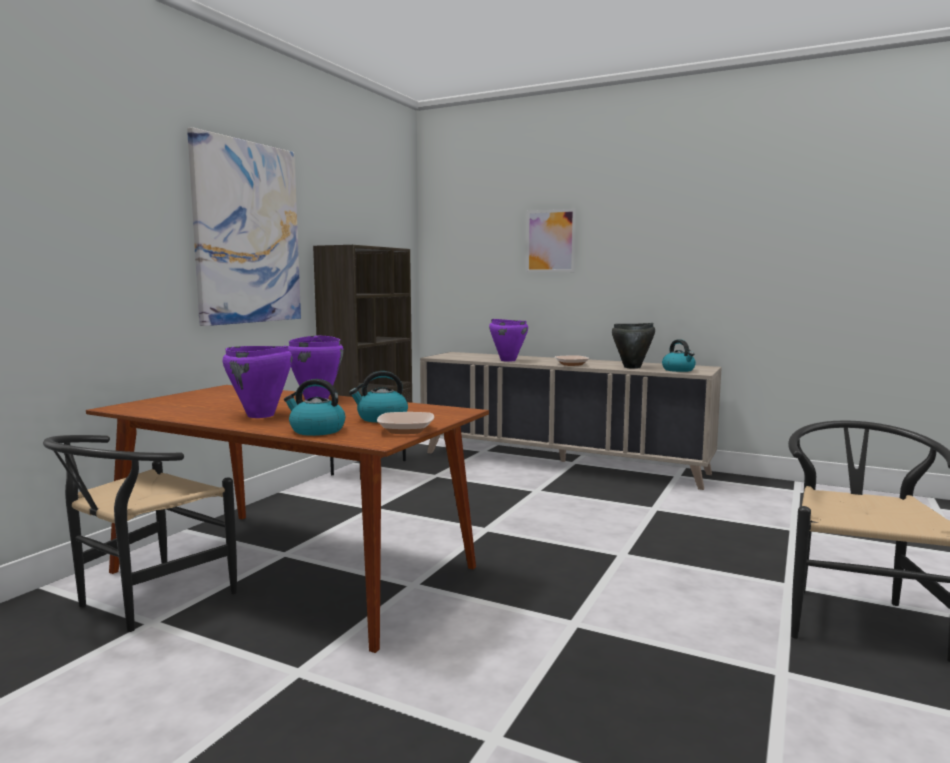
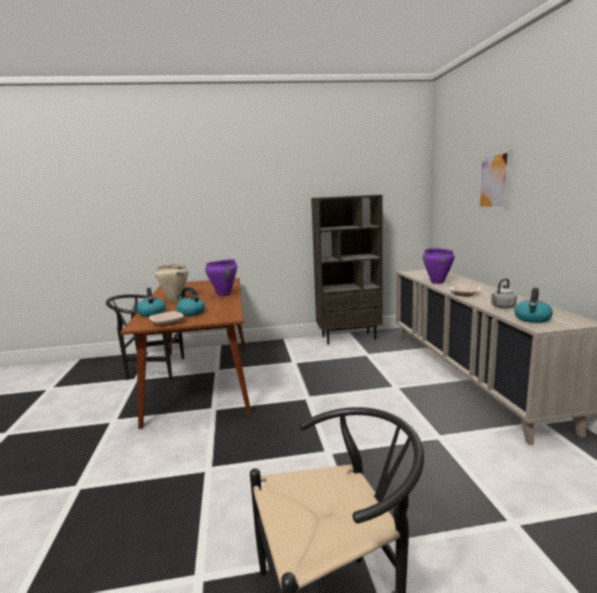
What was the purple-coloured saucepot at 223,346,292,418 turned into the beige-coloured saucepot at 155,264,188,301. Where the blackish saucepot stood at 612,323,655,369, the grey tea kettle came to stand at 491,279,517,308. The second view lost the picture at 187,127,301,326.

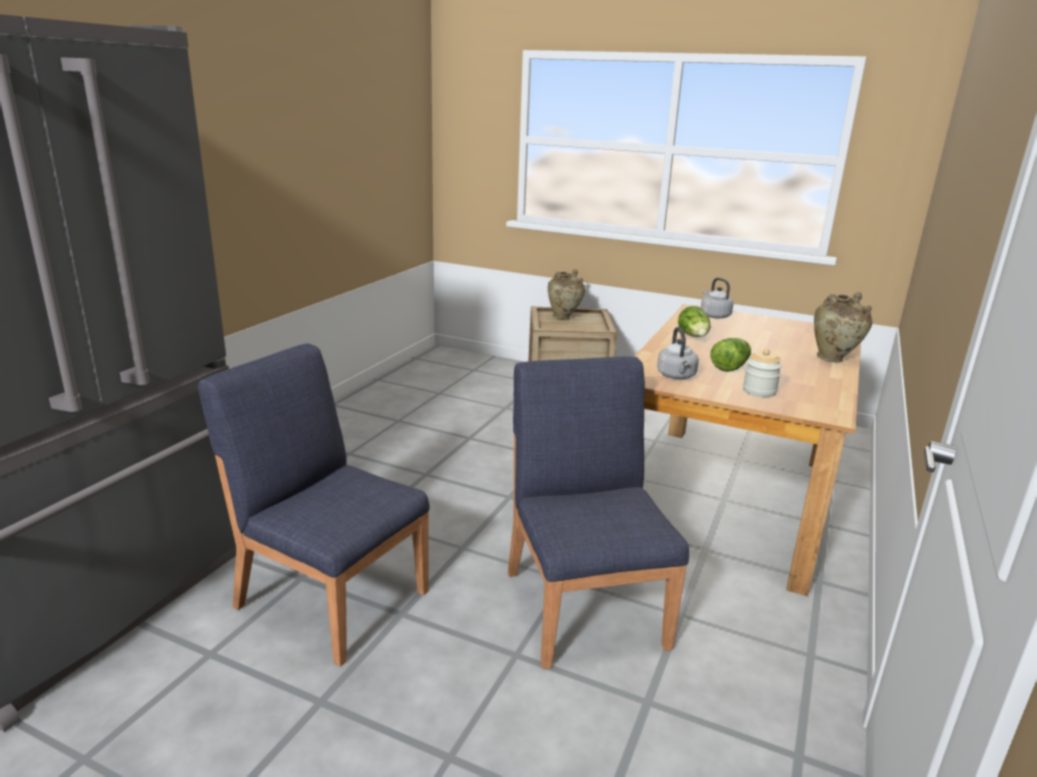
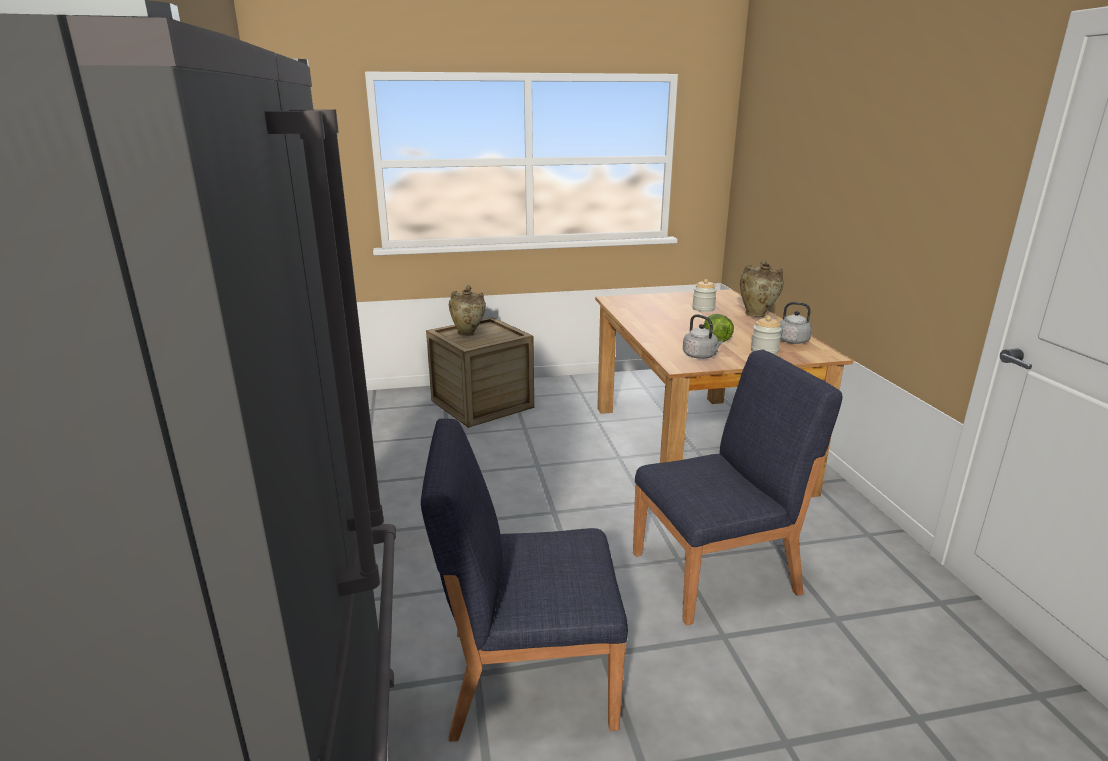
The bluish upright chair at 508,356,689,669 ended up facing another way, 120 degrees clockwise from before. The second view gained the jar at 692,279,717,312. The grey tea kettle ended up elsewhere, having gone from 701,278,734,319 to 770,302,812,344. The second view lost the head of lettuce at 678,306,711,337.

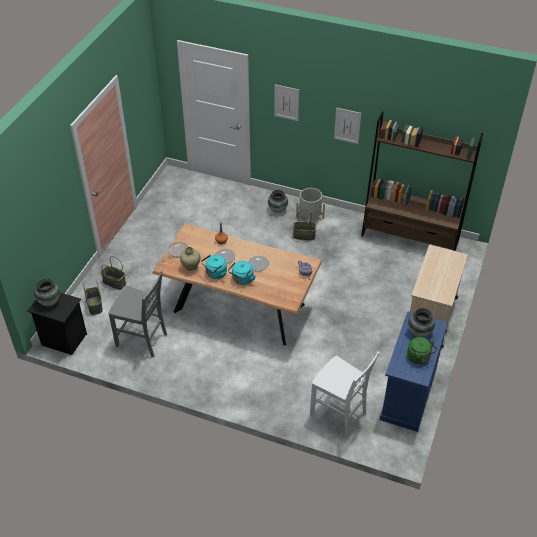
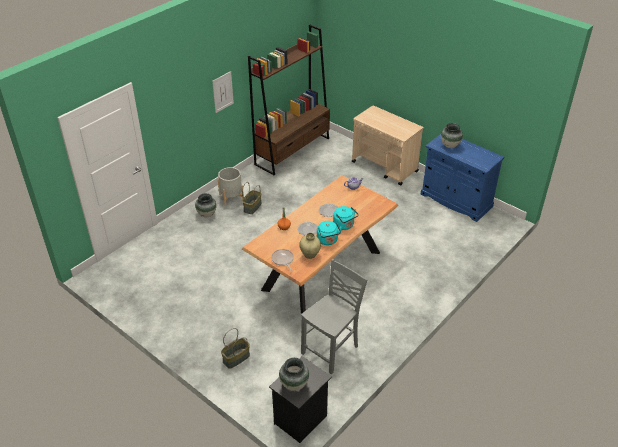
The second view lost the basket at 83,281,103,315. The second view lost the picture at 274,84,299,121. The second view lost the white upright chair at 310,351,380,437. The second view lost the green-coloured tea kettle at 407,337,437,364.

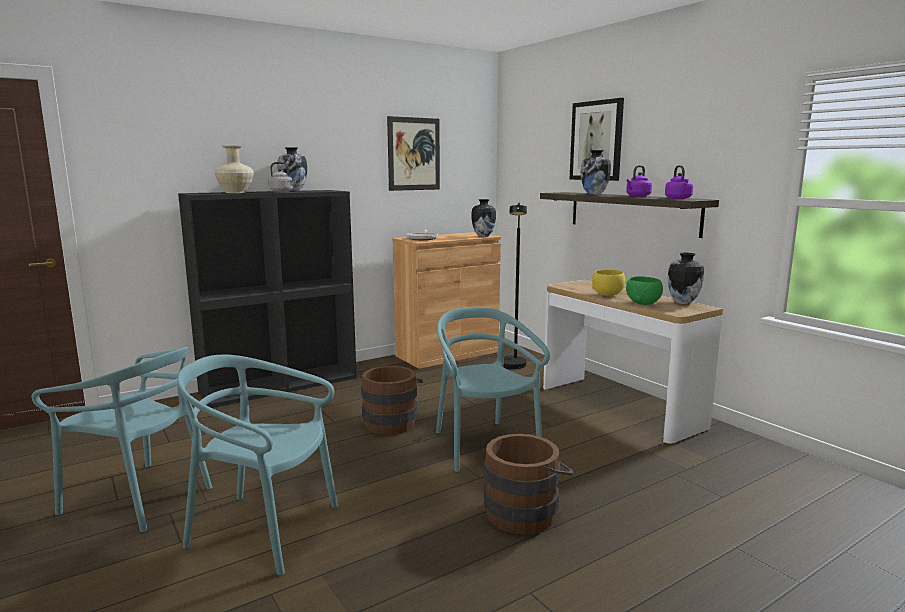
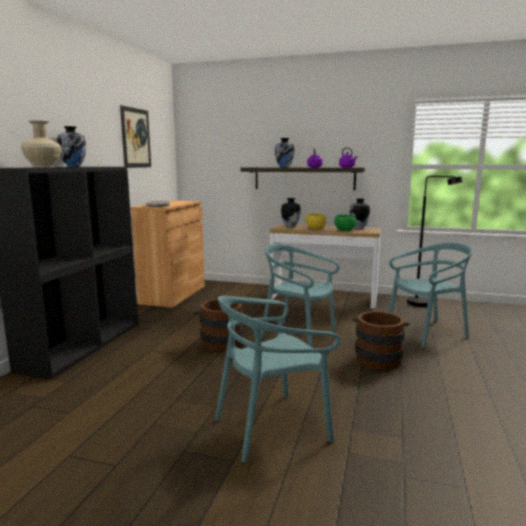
The vase ended up elsewhere, having gone from 471,199,496,237 to 281,198,301,228. The turquoise-coloured upright chair ended up elsewhere, having gone from 31,347,212,532 to 389,242,472,348. The blackish floor lamp ended up elsewhere, having gone from 503,203,527,369 to 407,176,462,307. The second view lost the grey tea kettle at 268,162,298,192. The second view lost the picture at 569,98,624,181.

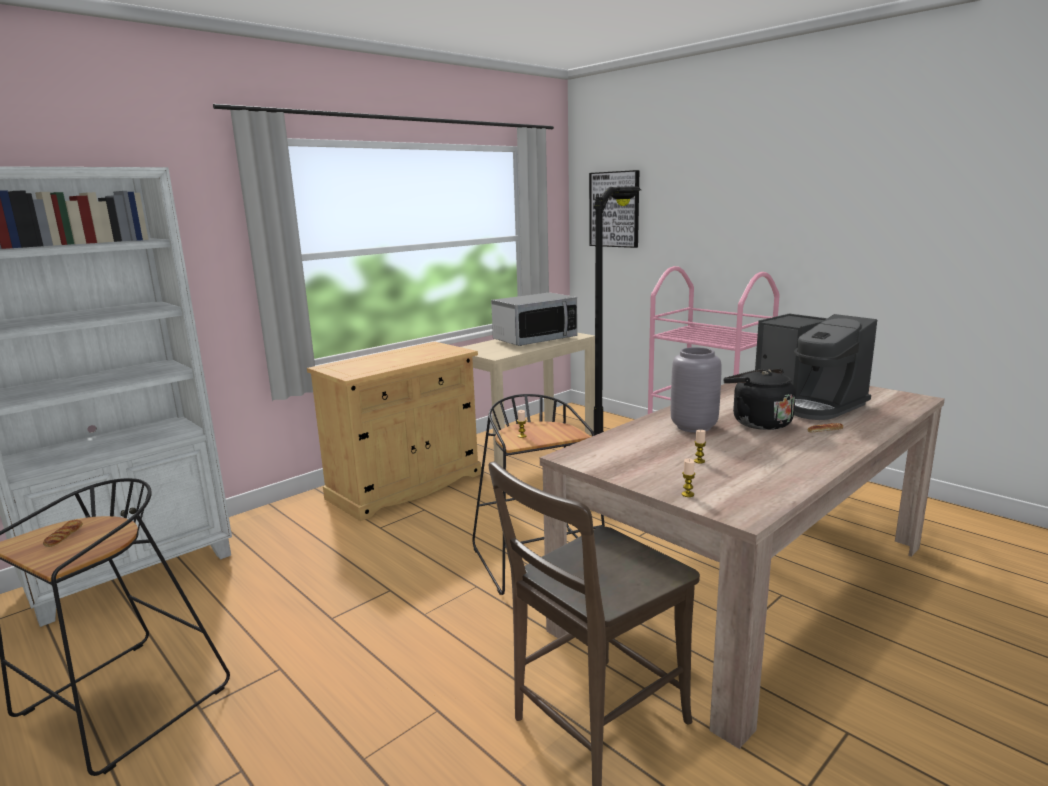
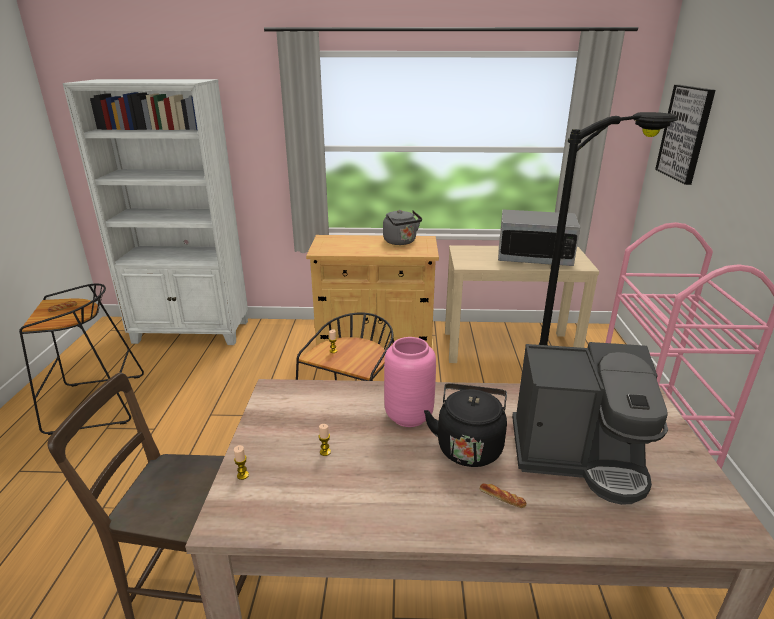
The second view gained the grey tea kettle at 383,210,422,245. What was the grey vase at 671,347,721,433 turned into the pink-coloured vase at 384,337,436,427. The coffee maker at 755,314,877,420 ended up facing another way, 90 degrees counterclockwise from before.

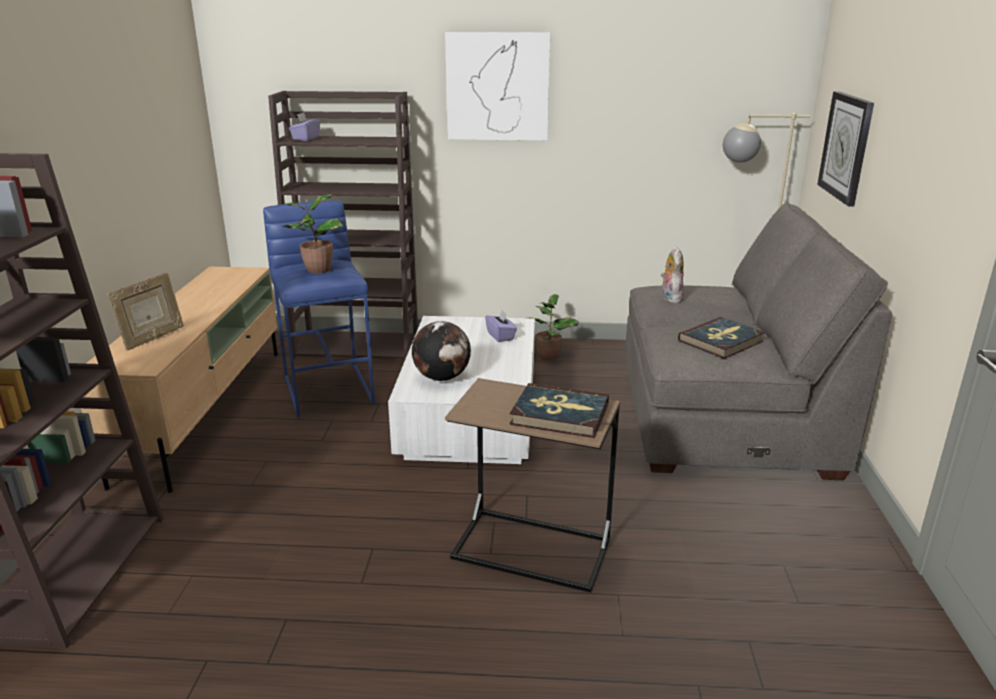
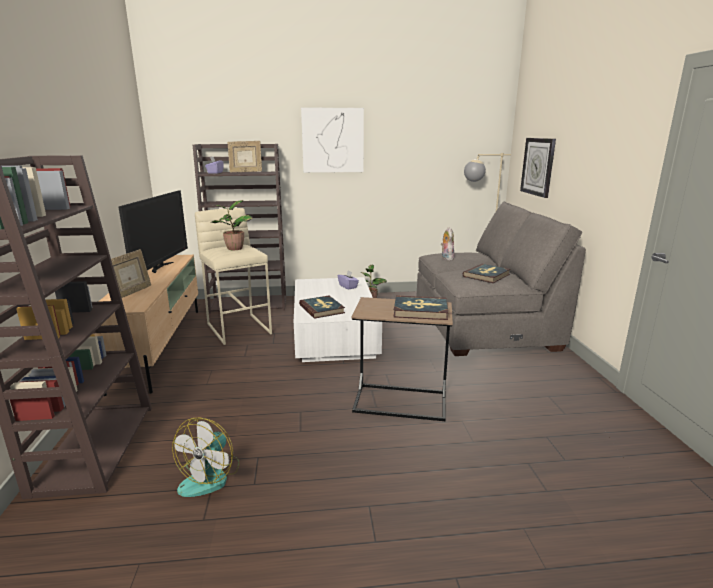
The second view gained the TV at 118,190,188,273. The second view gained the fan at 172,418,240,497. What was the bluish stool seat at 263,200,375,418 turned into the beige-coloured stool seat at 195,208,272,345. The second view gained the standing frame at 227,141,262,172. Where the desk globe stood at 412,321,471,381, the book came to stand at 299,296,345,318.

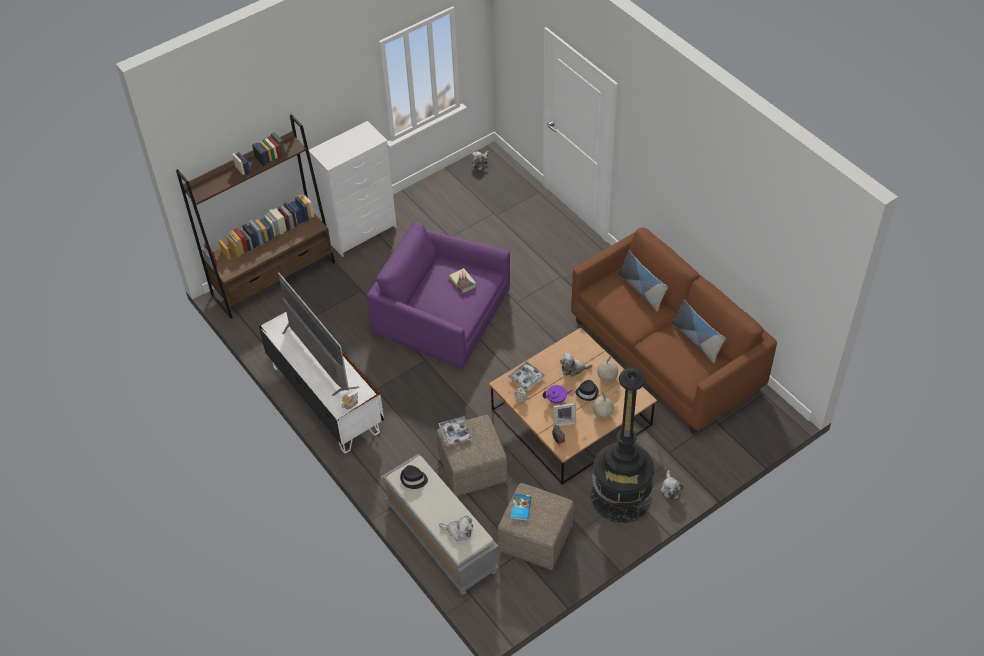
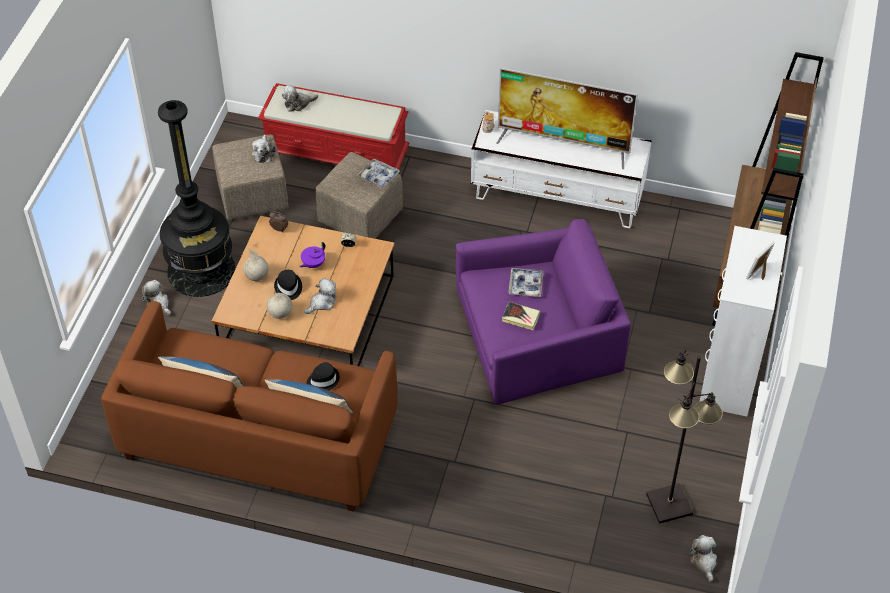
Where the book stood at 511,494,531,521, the plush toy came to stand at 252,135,276,163. What was the grey indoor bench at 381,454,500,595 turned into the reddish indoor bench at 258,83,410,170. The blackish wearable hat ended up elsewhere, having gone from 400,465,428,489 to 306,362,339,390. The tray ended up elsewhere, having gone from 508,361,545,391 to 509,268,544,297. The second view gained the blackish floor lamp at 646,350,723,524. The standing frame ended up elsewhere, having gone from 553,403,576,426 to 746,241,775,280.

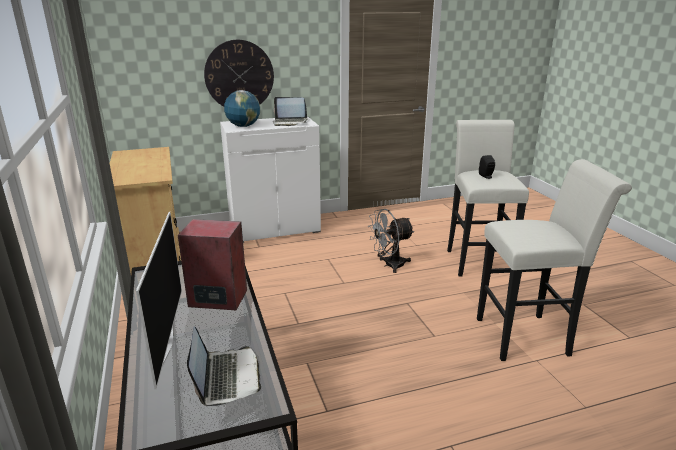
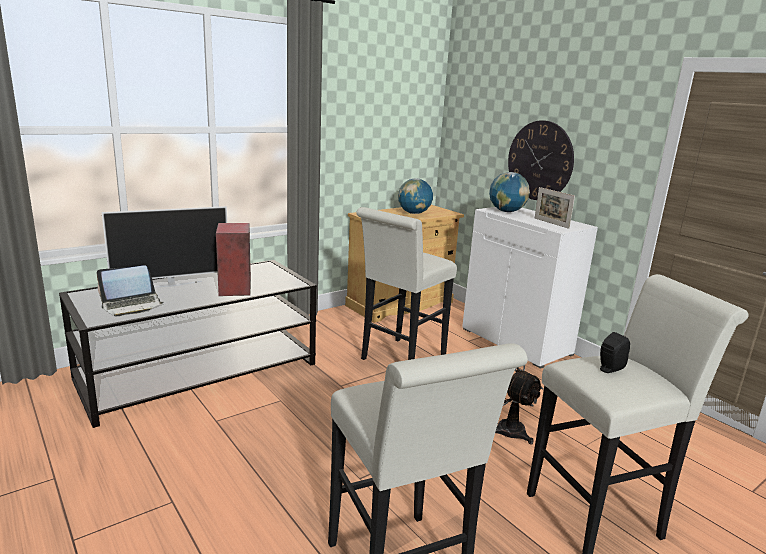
The second view gained the white stool seat at 356,207,457,360. The second view gained the desk globe at 398,178,433,214. Where the portable computer stood at 273,97,307,126, the standing frame came to stand at 535,187,575,229.

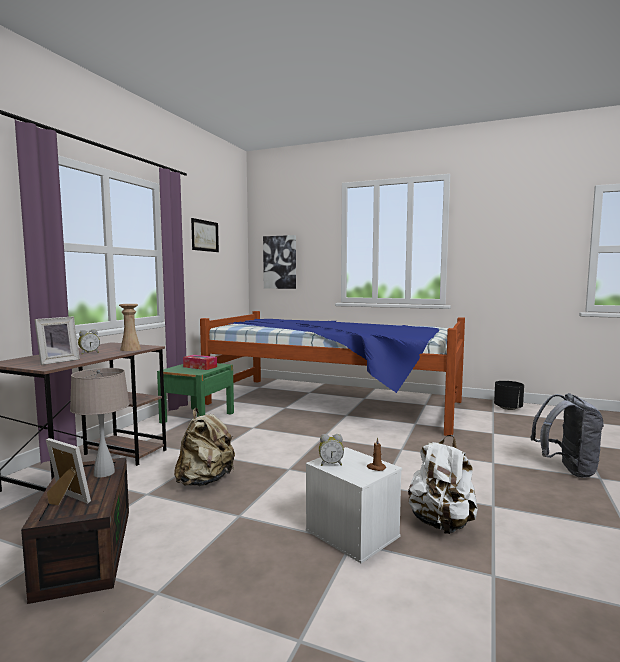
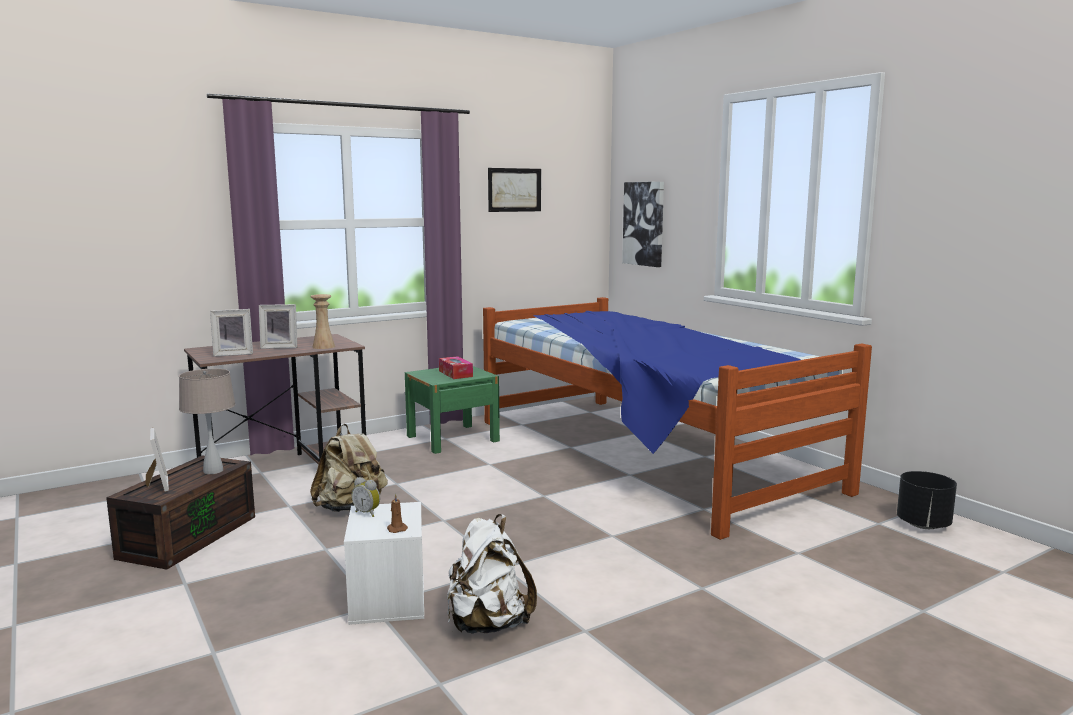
Where the table clock stood at 78,329,100,355, the standing frame came to stand at 259,304,297,349. The second view lost the grey knapsack at 530,393,604,478.

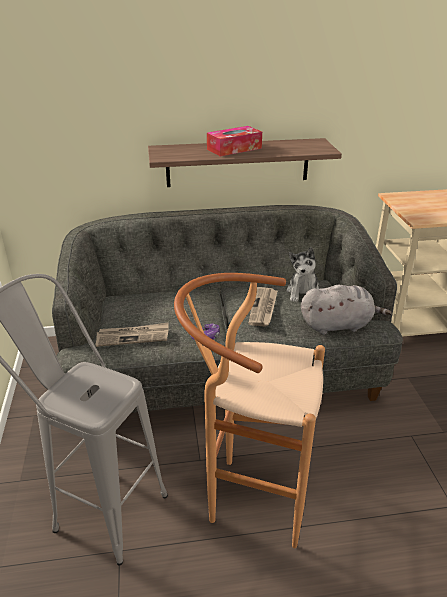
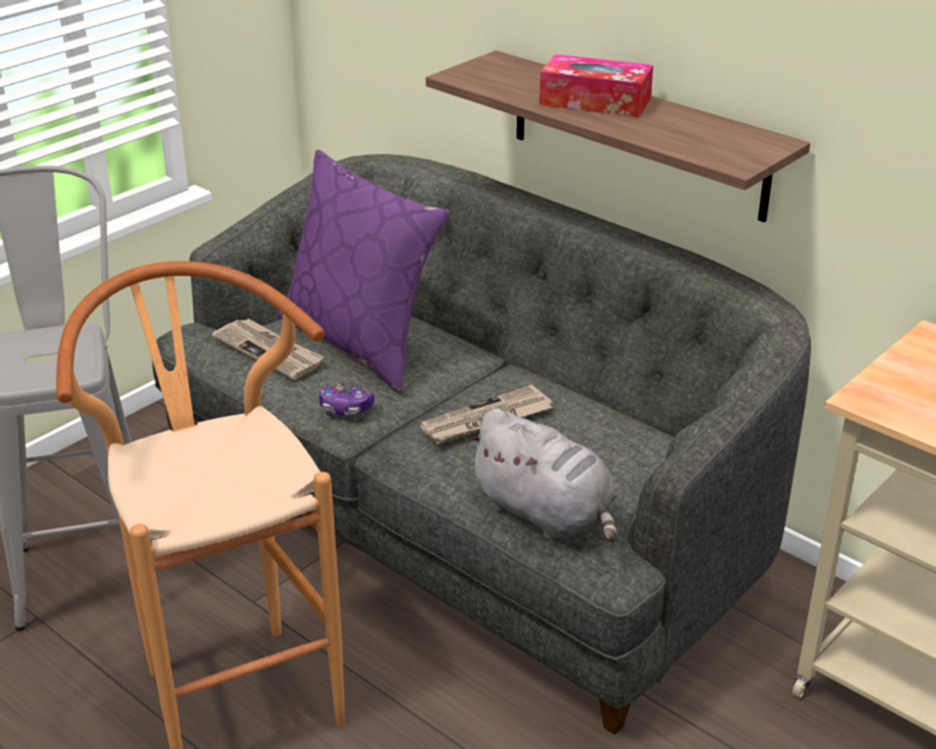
The second view gained the purple-coloured throw pillow at 277,150,450,391. The second view lost the plush toy at 286,247,319,302.

